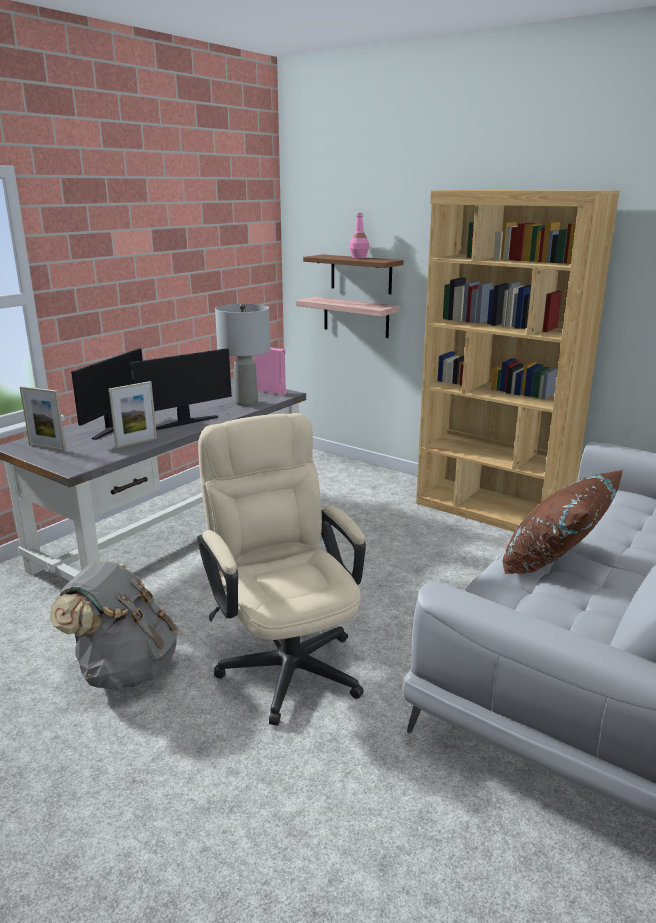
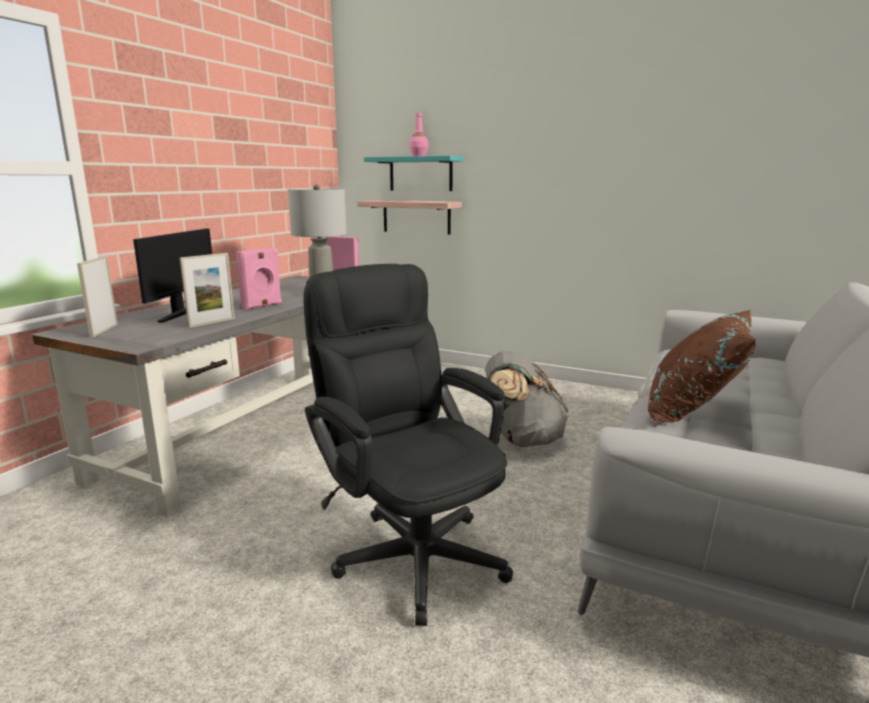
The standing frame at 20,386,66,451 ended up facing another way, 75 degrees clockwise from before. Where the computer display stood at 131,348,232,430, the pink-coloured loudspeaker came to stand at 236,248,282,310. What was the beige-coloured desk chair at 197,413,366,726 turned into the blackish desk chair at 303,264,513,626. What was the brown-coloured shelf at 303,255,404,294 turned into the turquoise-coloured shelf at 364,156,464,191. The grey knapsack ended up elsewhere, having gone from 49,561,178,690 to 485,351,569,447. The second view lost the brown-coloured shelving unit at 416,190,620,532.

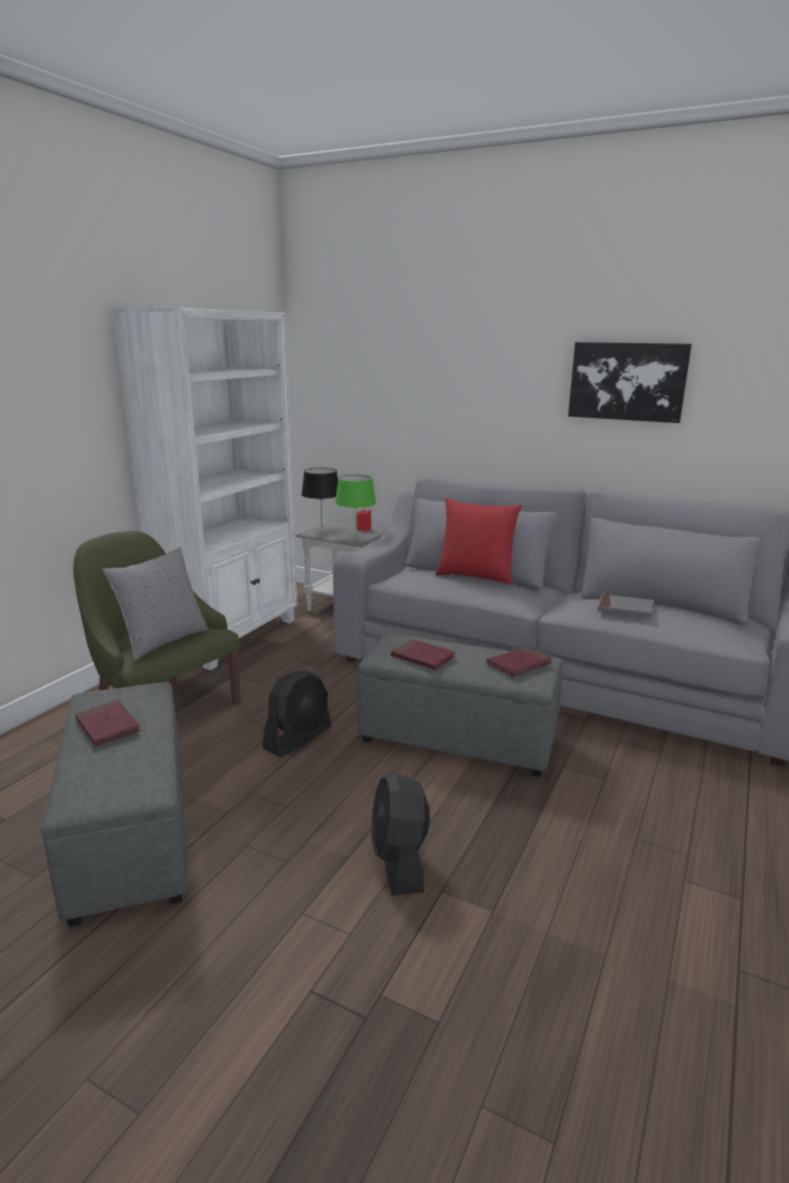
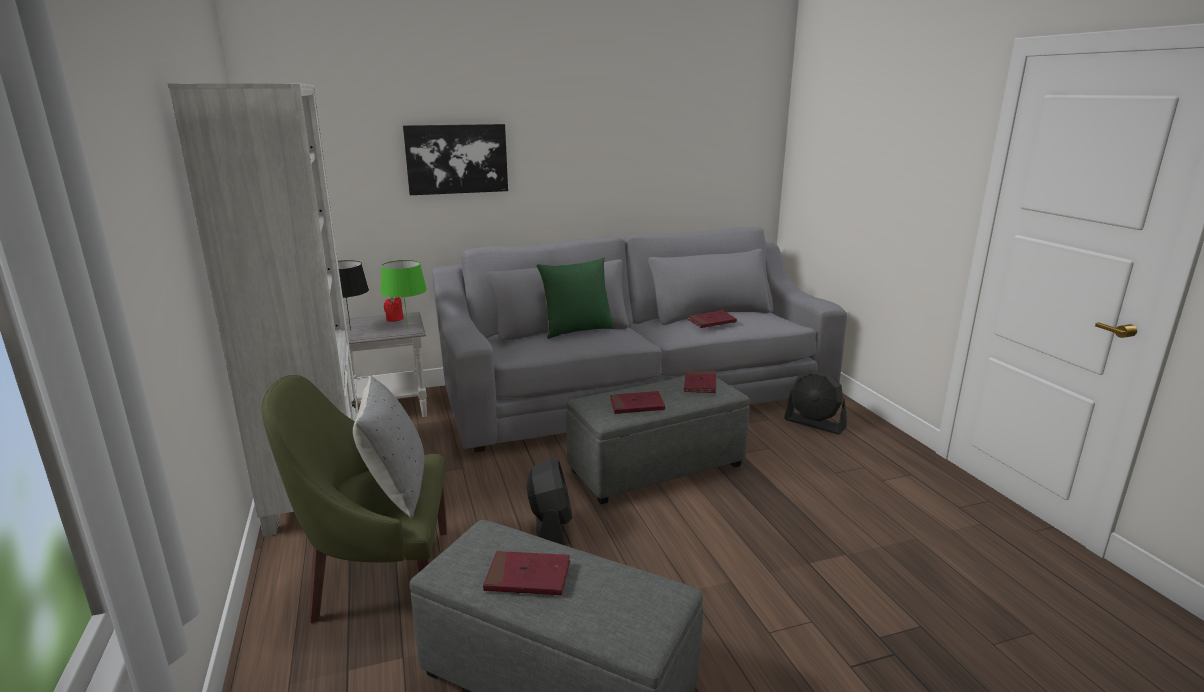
The picture ended up elsewhere, having gone from 568,342,692,423 to 403,124,508,195. What was the reddish throw pillow at 435,498,522,585 turned into the green-coloured throw pillow at 536,257,615,339. What was the grey book at 597,594,654,617 turned into the reddish book at 688,310,737,328. The blackish fan ended up elsewhere, having gone from 372,773,430,896 to 784,370,847,434.

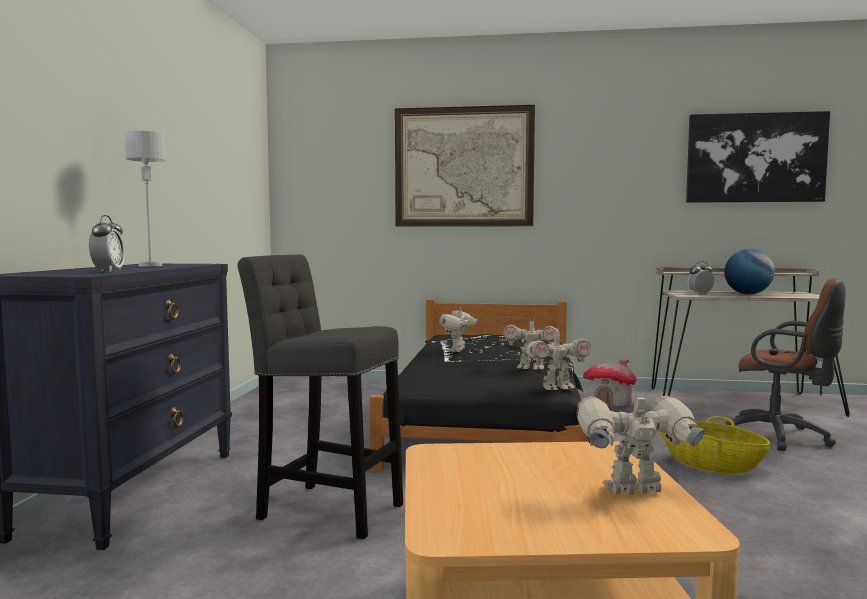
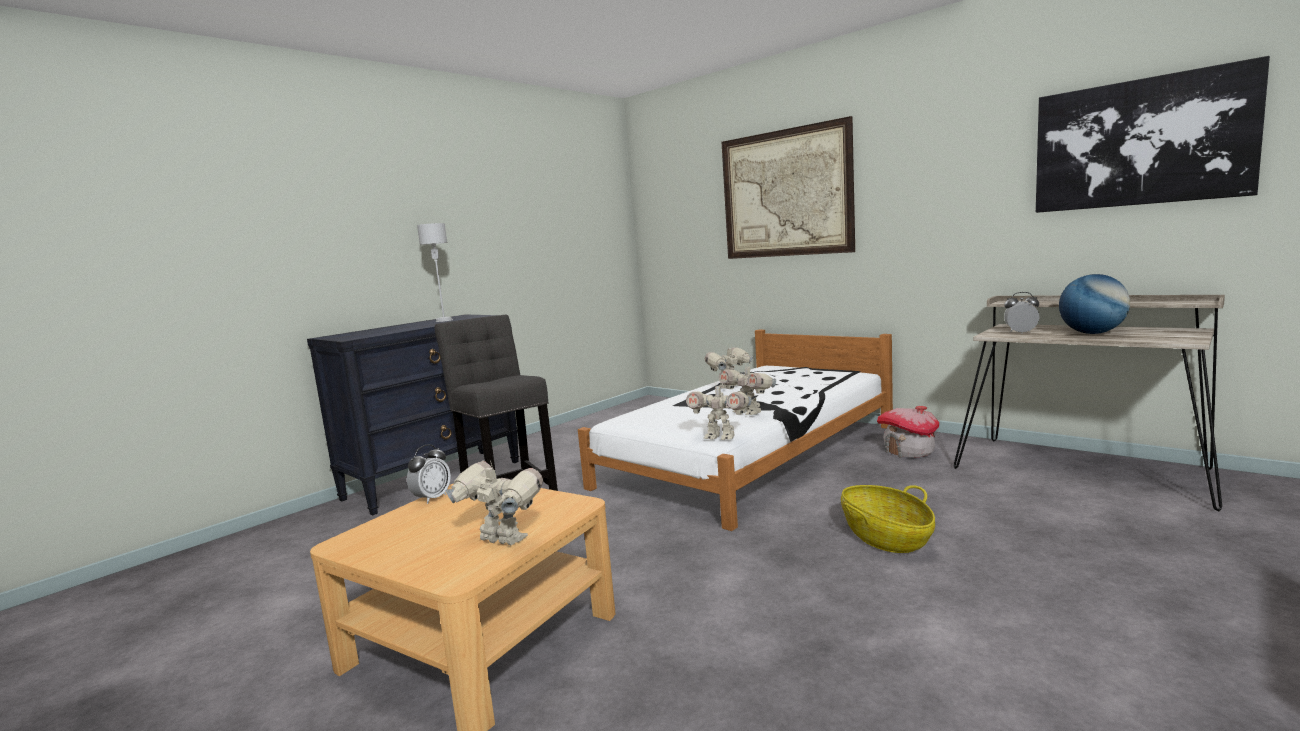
The table clock ended up elsewhere, having gone from 89,215,125,272 to 407,444,451,504. What was the blackish bedroom bed at 369,299,589,472 turned into the white bedroom bed at 578,330,893,531. The second view lost the brown-coloured desk chair at 725,278,846,451.

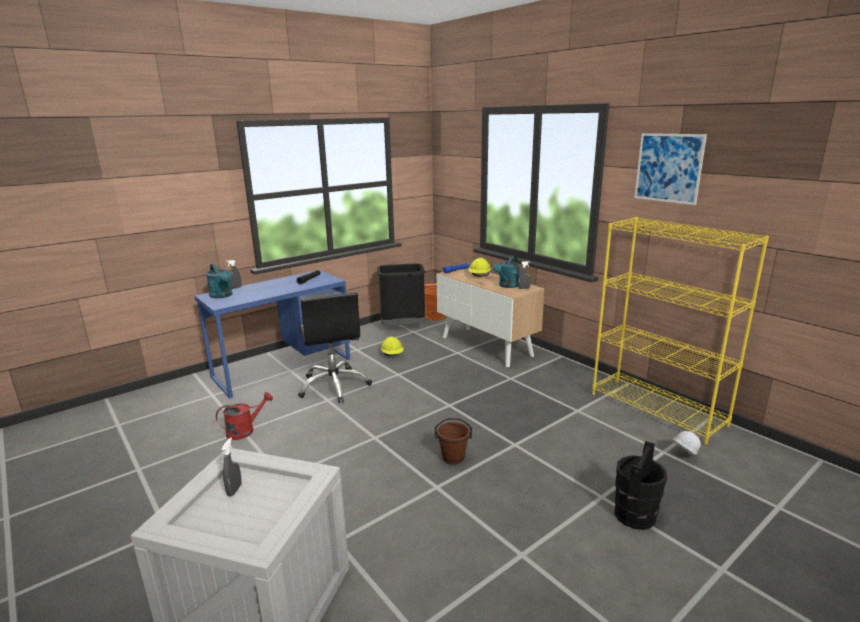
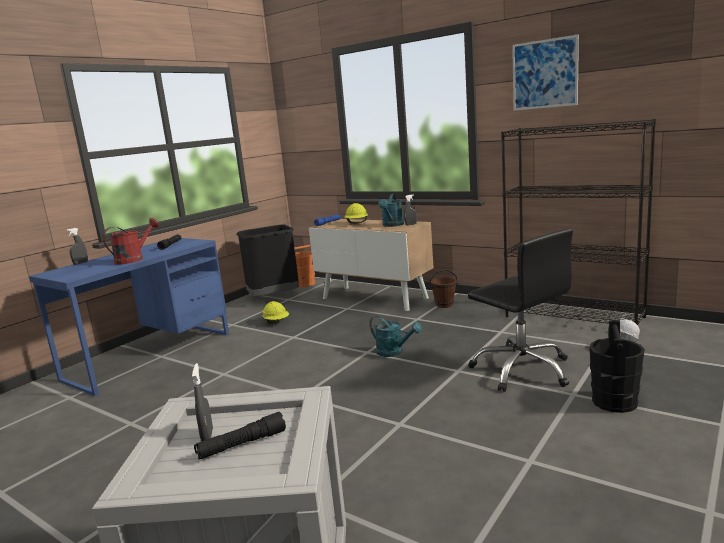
The reddish watering pot ended up elsewhere, having gone from 216,392,273,440 to 103,218,159,264. The second view gained the blackish flashlight at 194,412,286,459. The turquoise-coloured watering pot ended up elsewhere, having gone from 206,264,232,298 to 369,316,422,357. The brown-coloured pail ended up elsewhere, having gone from 435,418,472,465 to 429,270,458,308. The blackish desk chair ended up elsewhere, having gone from 298,292,372,403 to 468,228,573,392. What was the yellow shelving unit at 592,217,769,445 turned into the blackish shelving unit at 501,119,656,325.

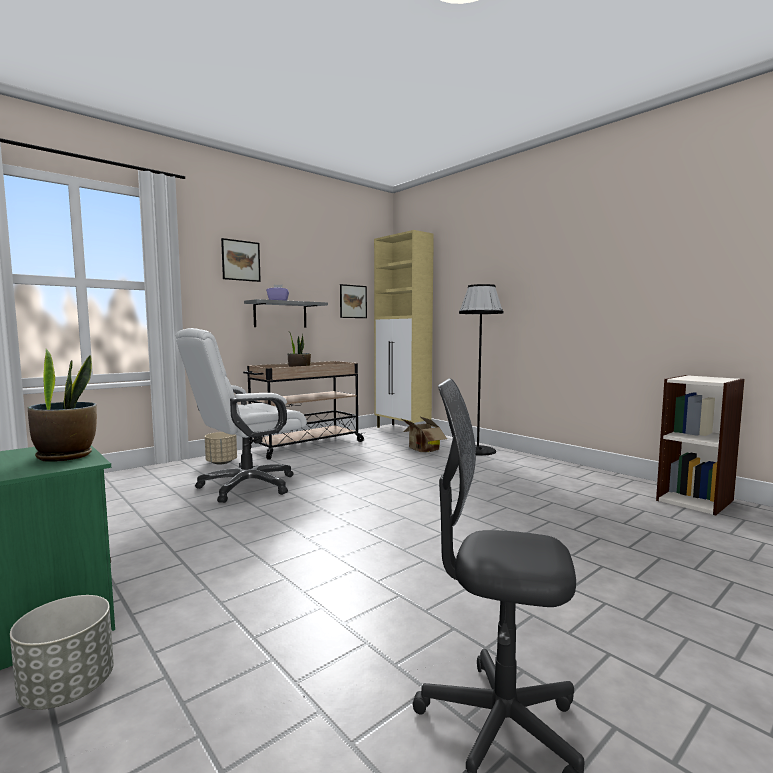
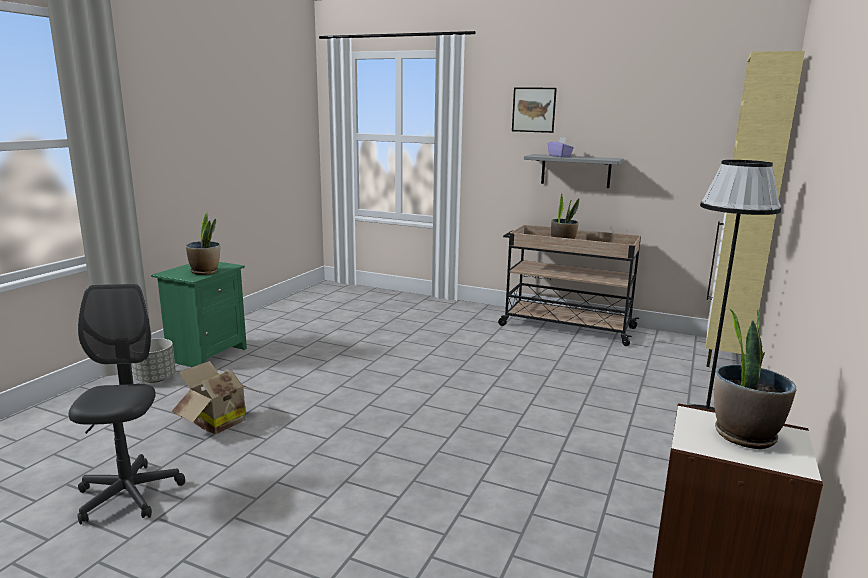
The packing box ended up elsewhere, having gone from 400,416,447,452 to 171,361,261,434. The second view gained the potted plant at 714,309,796,449. The second view lost the white desk chair at 176,328,307,503. The second view lost the beige-coloured planter at 205,432,237,465. The second view lost the picture at 340,284,367,318.

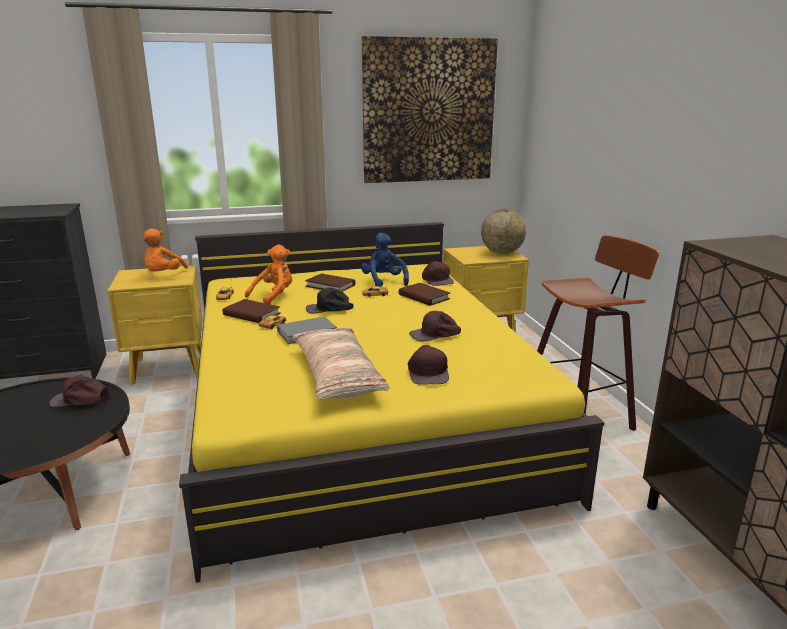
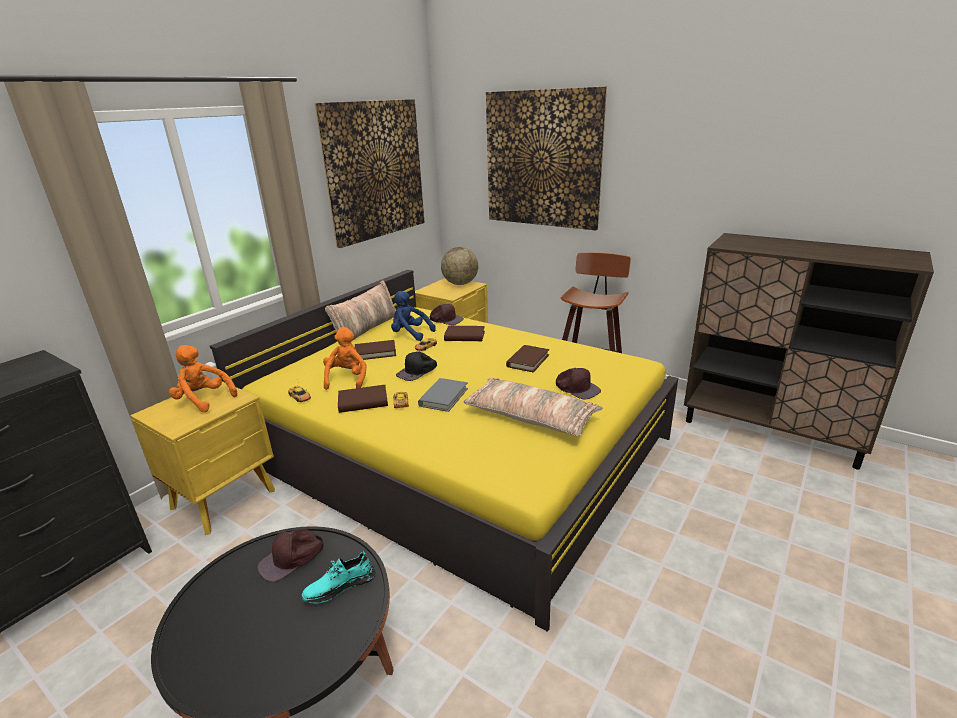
The orange-coloured plush toy at 143,229,188,271 ended up facing another way, 150 degrees clockwise from before. The second view gained the turquoise-coloured shoe at 302,551,375,604. The second view gained the throw pillow at 325,280,396,346. The second view gained the picture at 486,86,607,230. Where the brown-coloured baseball cap stood at 409,311,461,341, the brown-coloured book came to stand at 506,345,549,372.

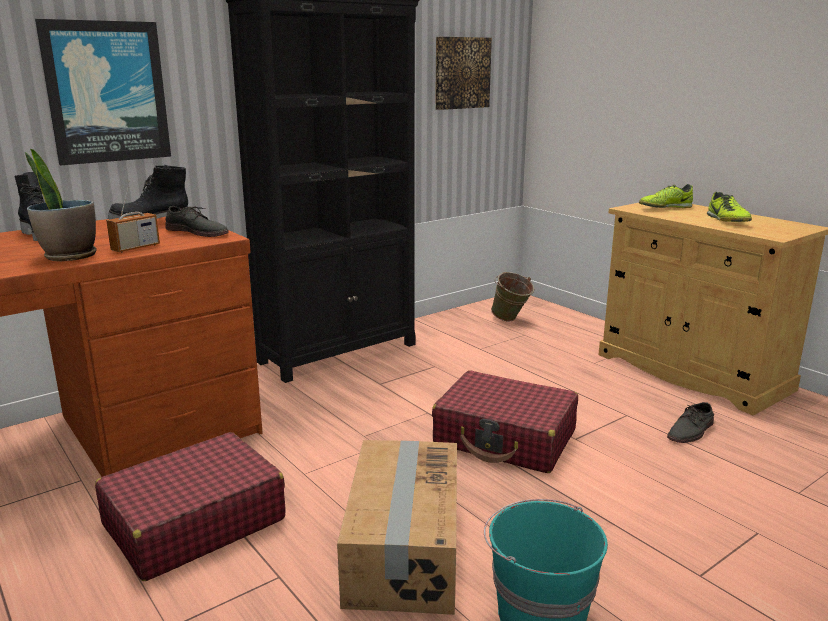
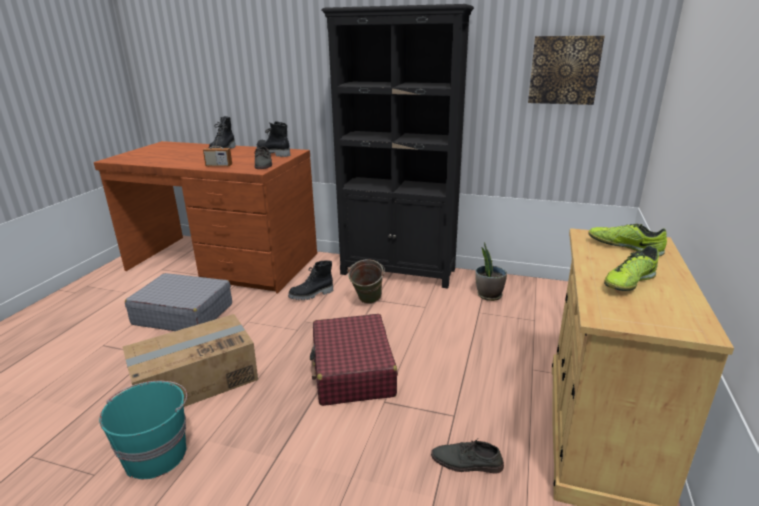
What was the reddish piece of luggage at 95,432,286,581 turned into the grey piece of luggage at 125,273,232,331. The second view gained the blackish tall boot at 288,260,333,300. The green-coloured pail ended up elsewhere, having gone from 491,272,534,321 to 347,259,385,304. The potted plant ended up elsewhere, having gone from 25,149,97,261 to 475,242,507,301. The second view lost the picture at 35,19,171,165.

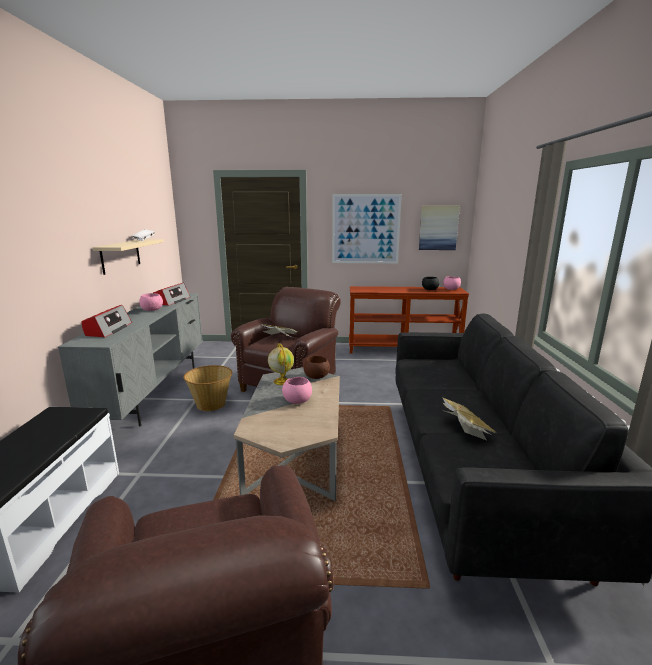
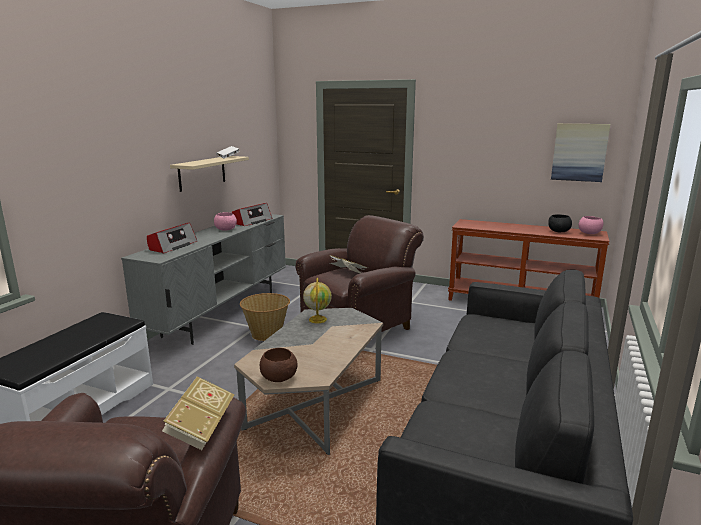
The book ended up elsewhere, having gone from 442,397,497,440 to 162,376,235,450. The brown-coloured serving bowl ended up elsewhere, having gone from 303,356,330,379 to 260,348,298,382. The second view lost the pink-coloured serving bowl at 282,377,312,404. The second view lost the picture at 332,194,402,263.

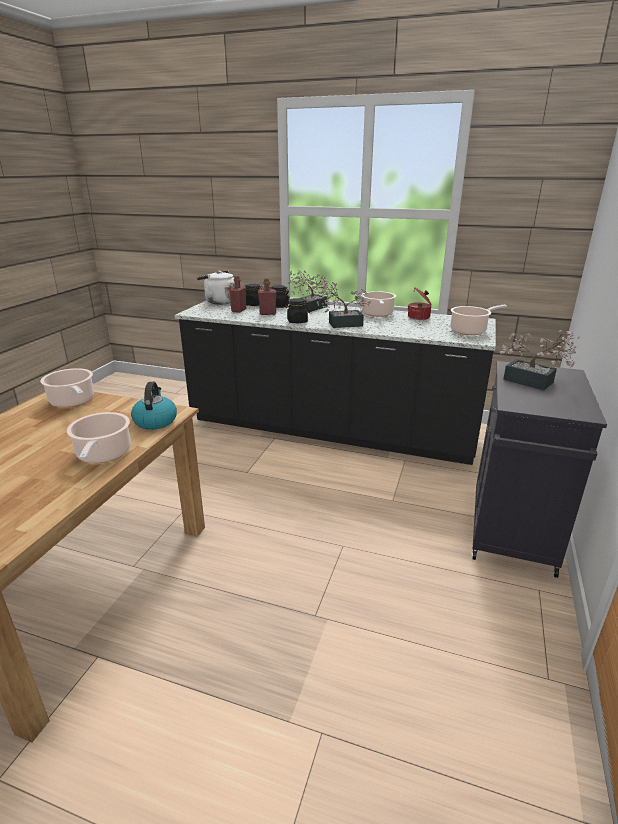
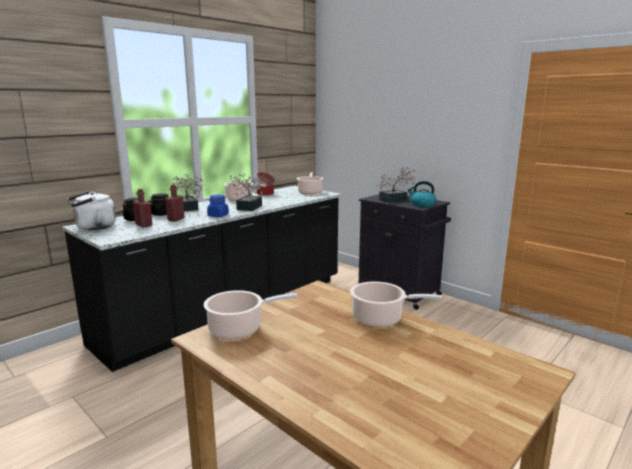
What was the blackish jar at 285,298,310,323 turned into the bluish jar at 207,195,229,217. The tea kettle ended up elsewhere, having gone from 131,382,177,430 to 407,181,436,207.

